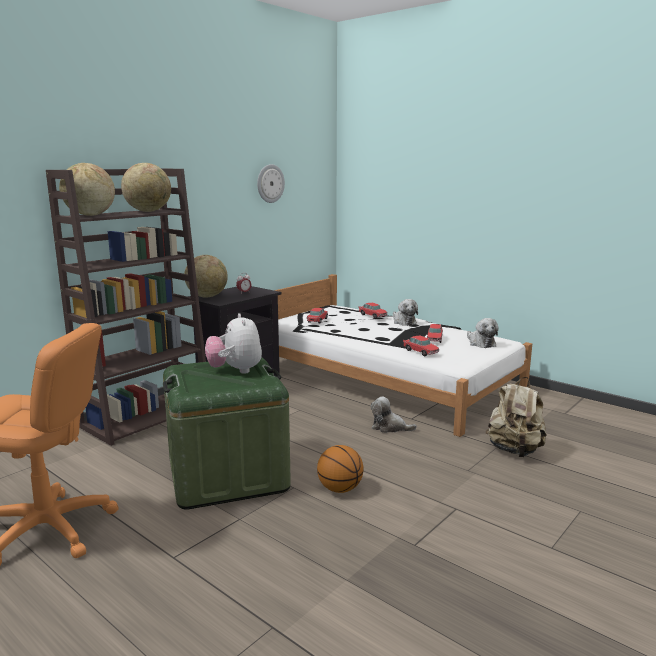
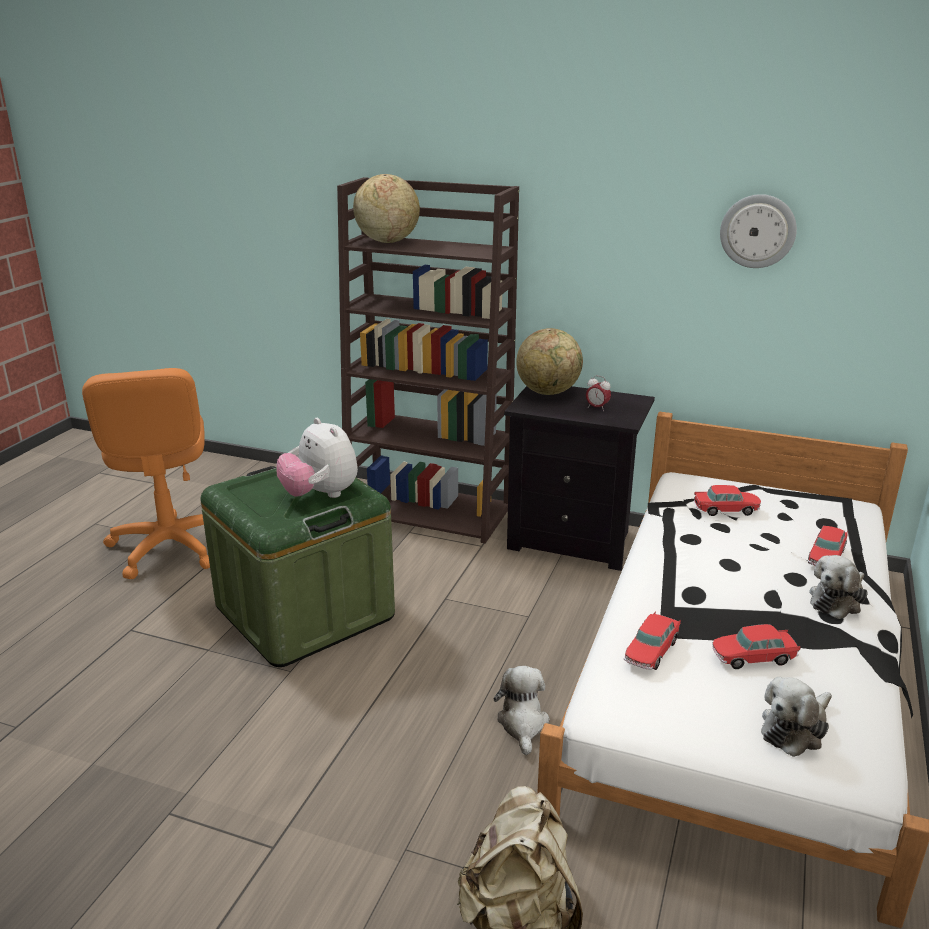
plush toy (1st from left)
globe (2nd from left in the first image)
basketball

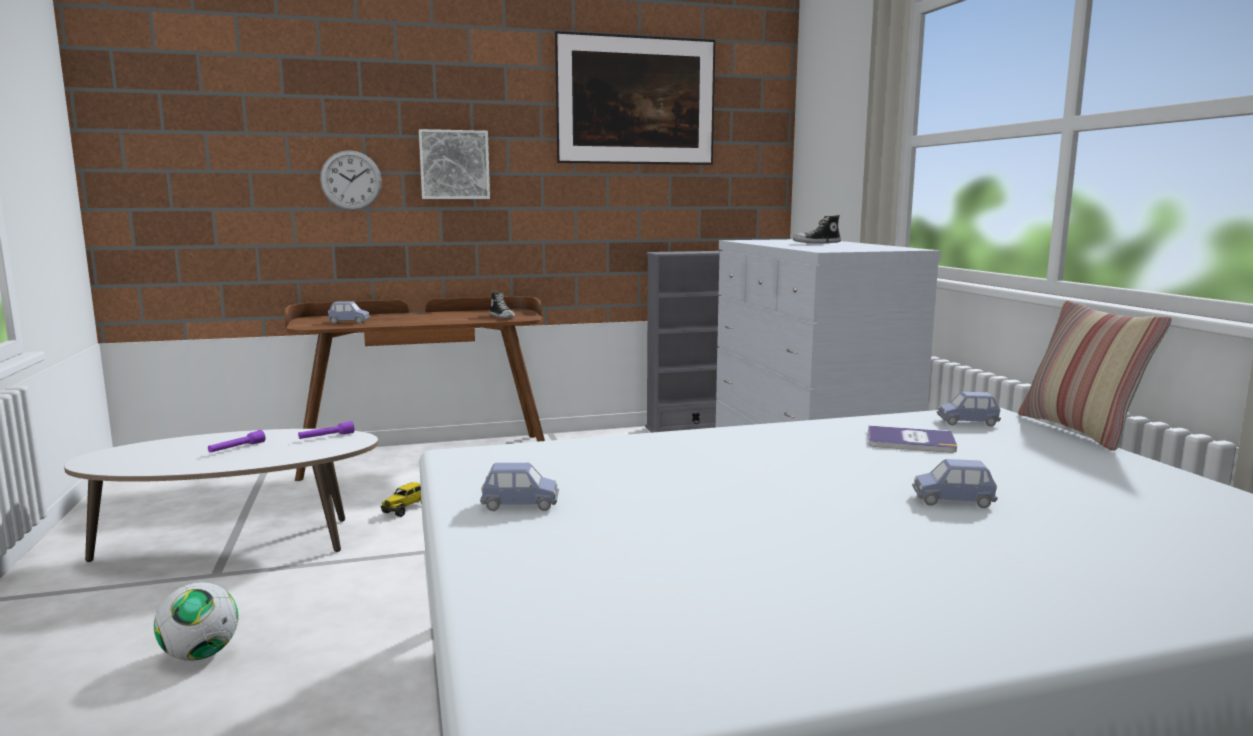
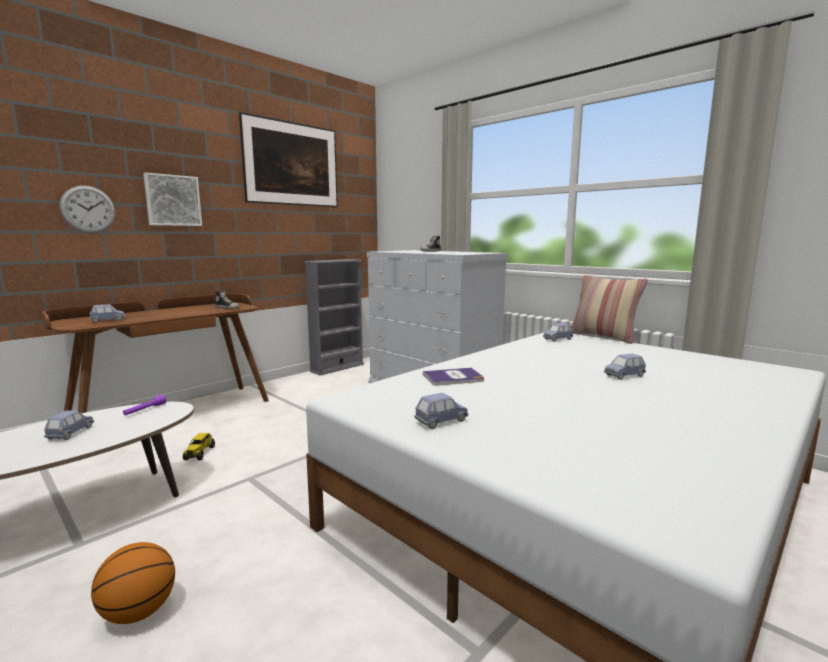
blue toy car (1st from left)
basketball
book

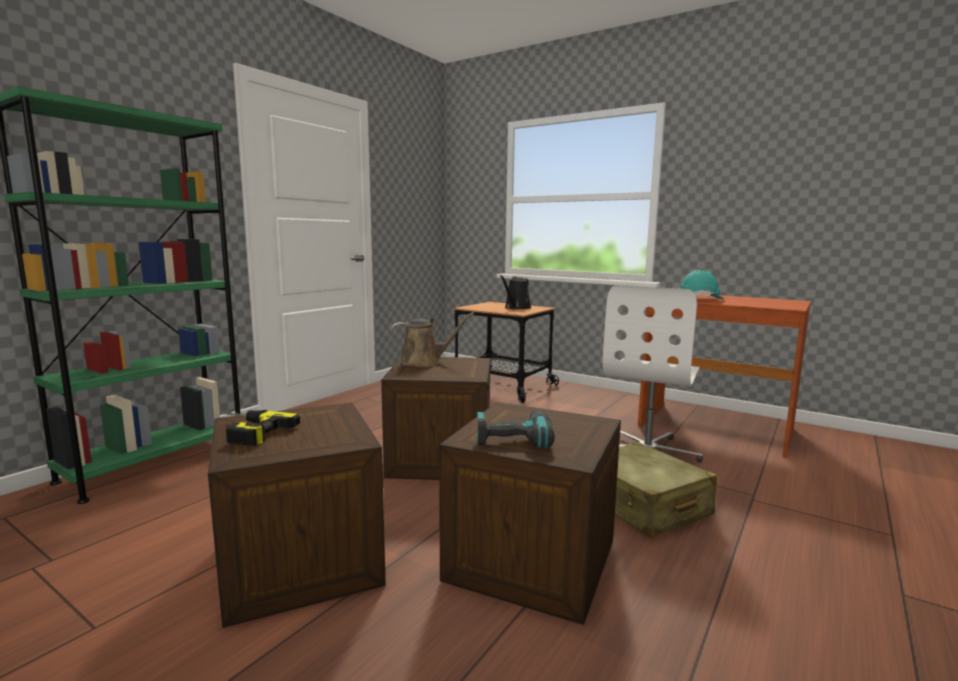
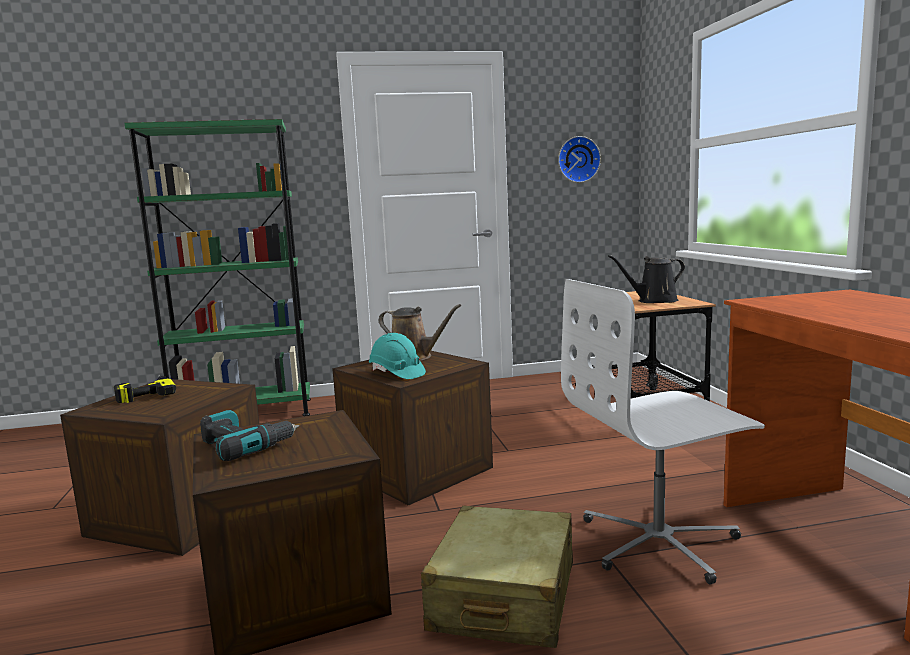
turquoise hard hat
wall clock

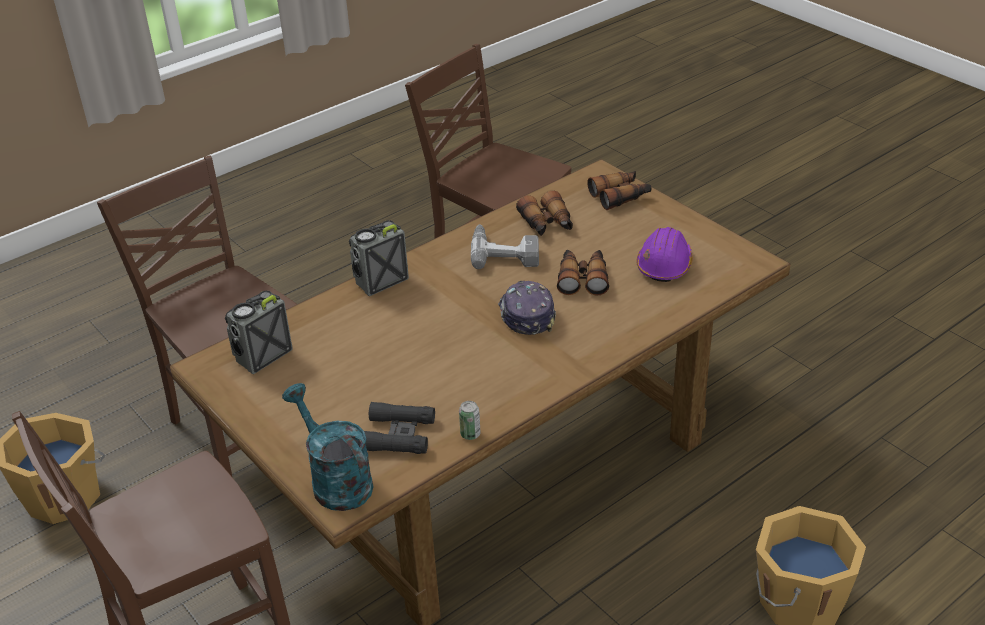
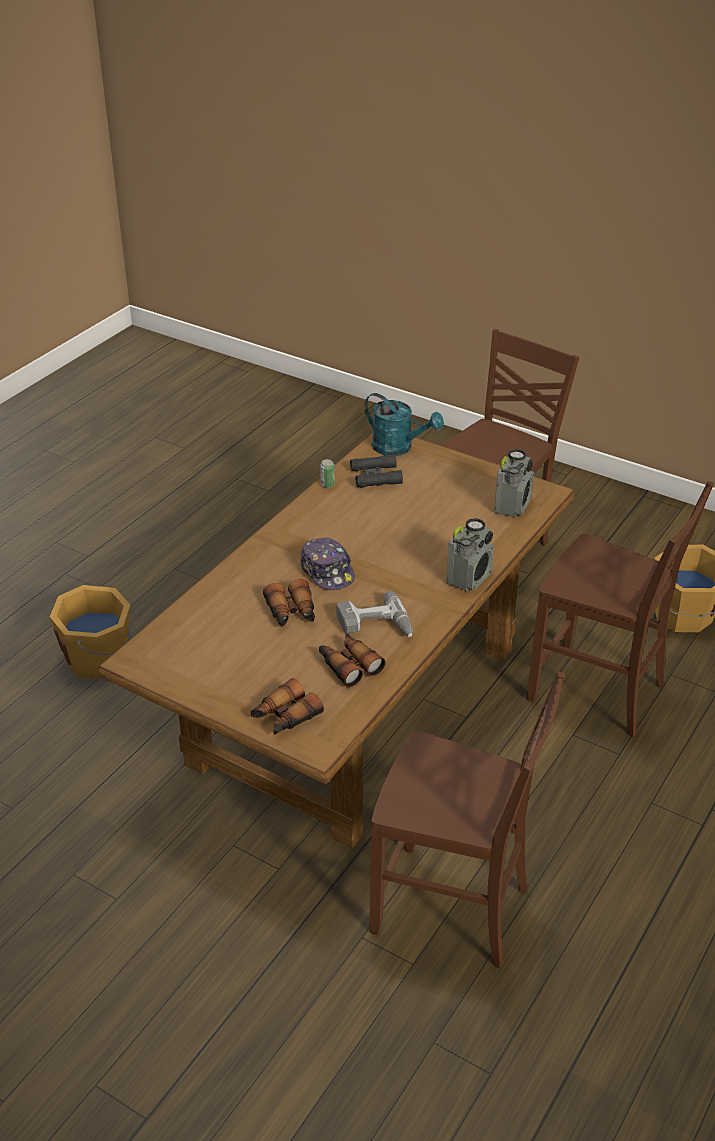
purple hard hat

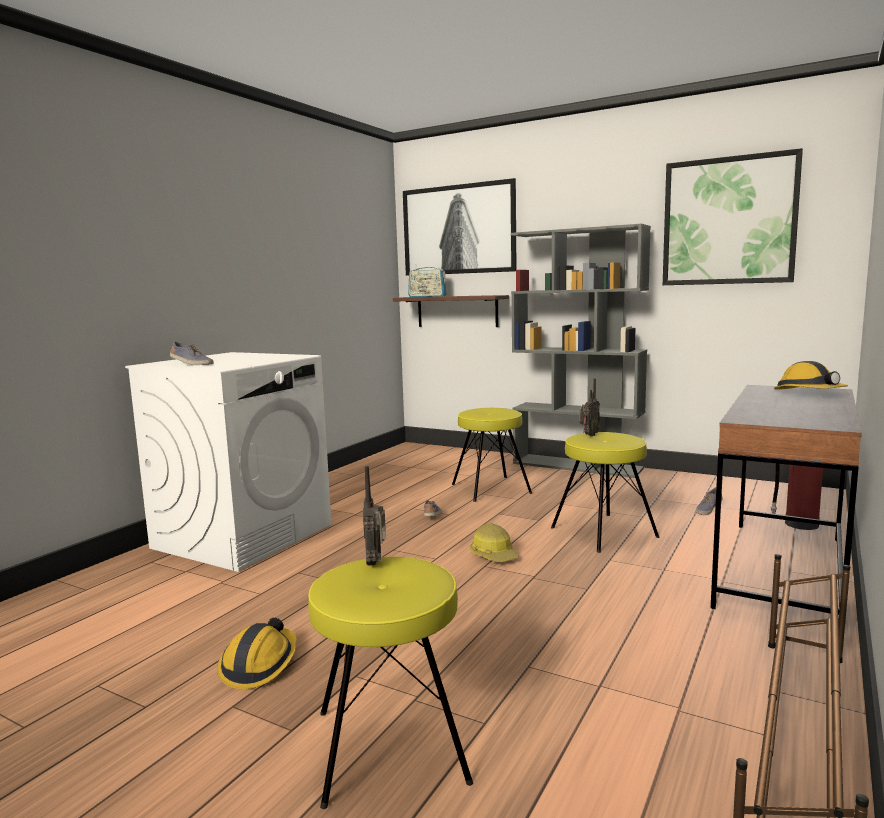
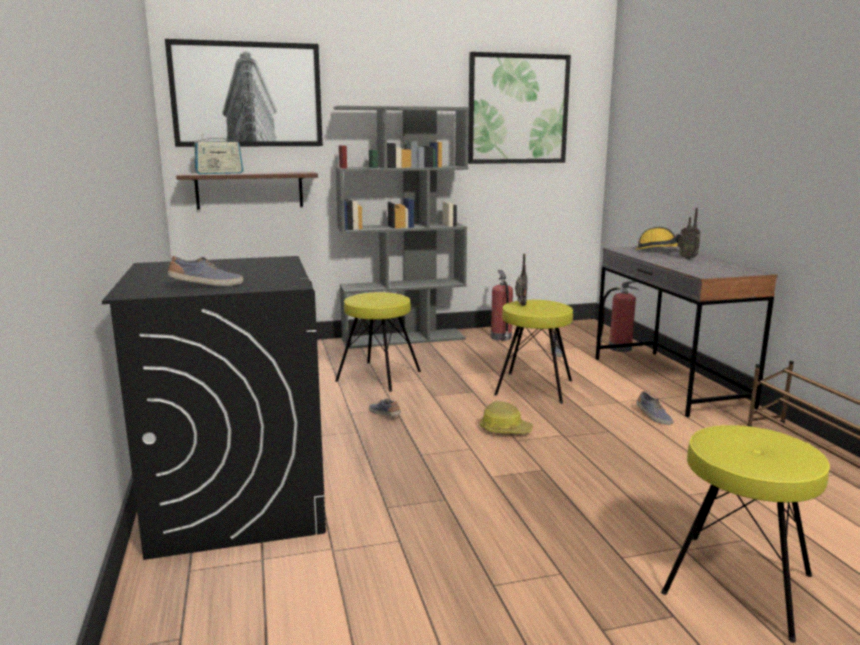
black washing machine
fire extinguisher (1st from left)
shoe (4th from left)
radio (3rd from left)
hard hat (1st from left in the first image)

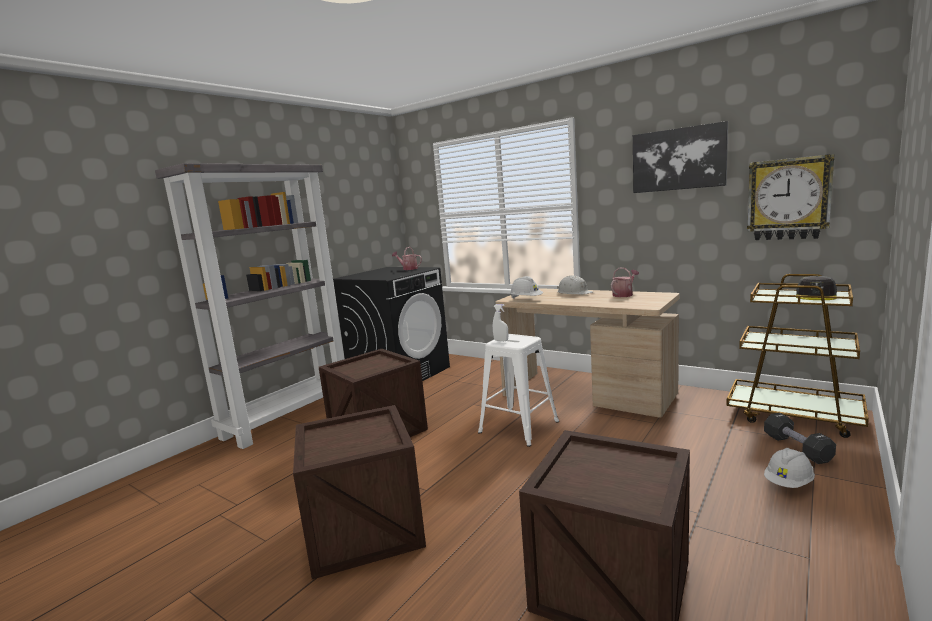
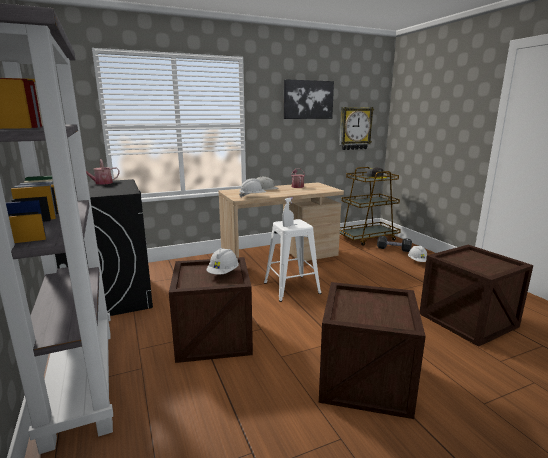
white hard hat (1st from left)

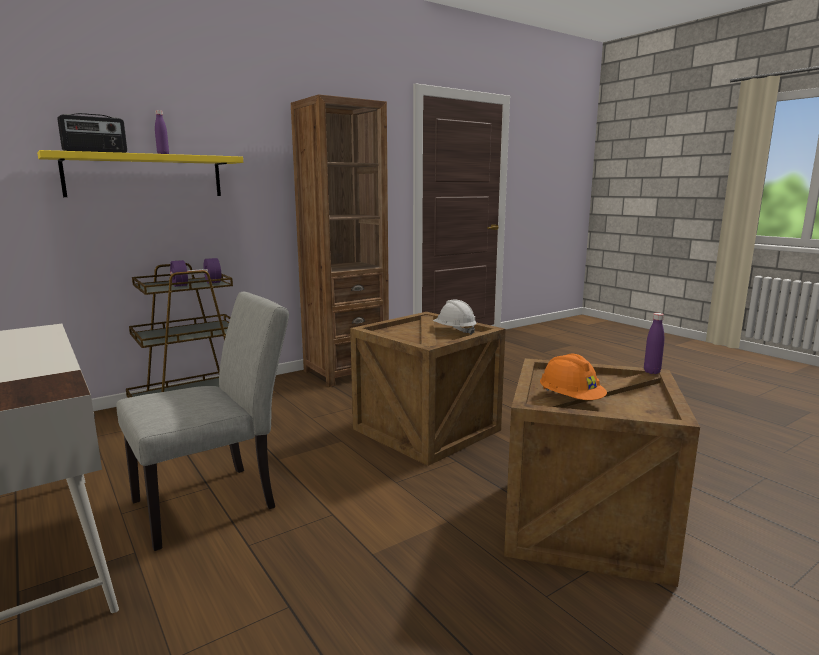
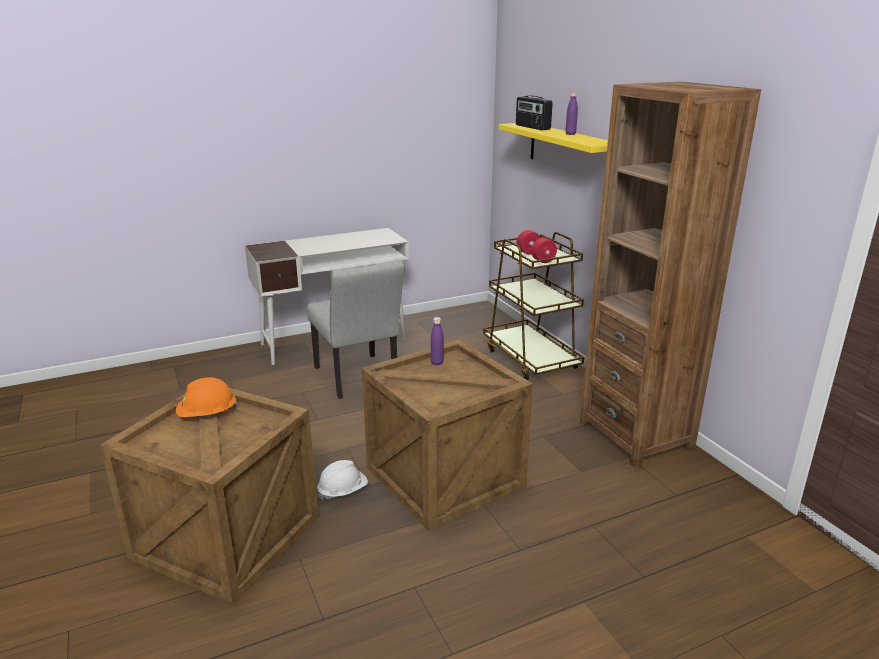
white hard hat
purple bottle (1st from left)
red dumbbell

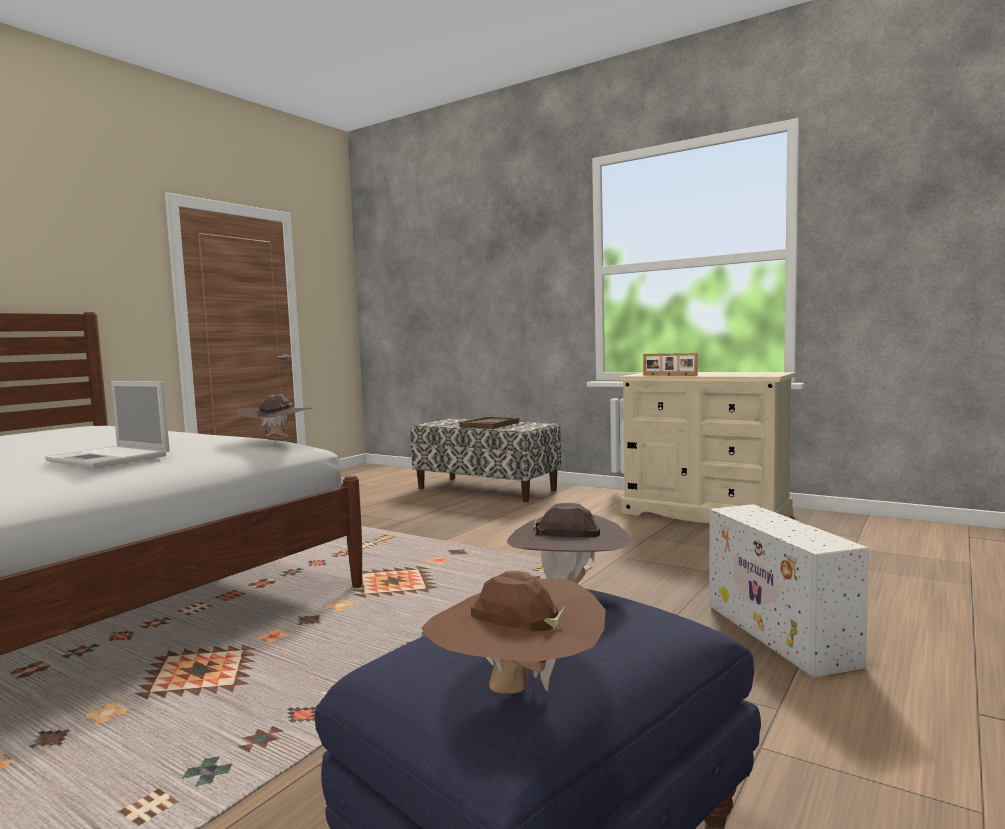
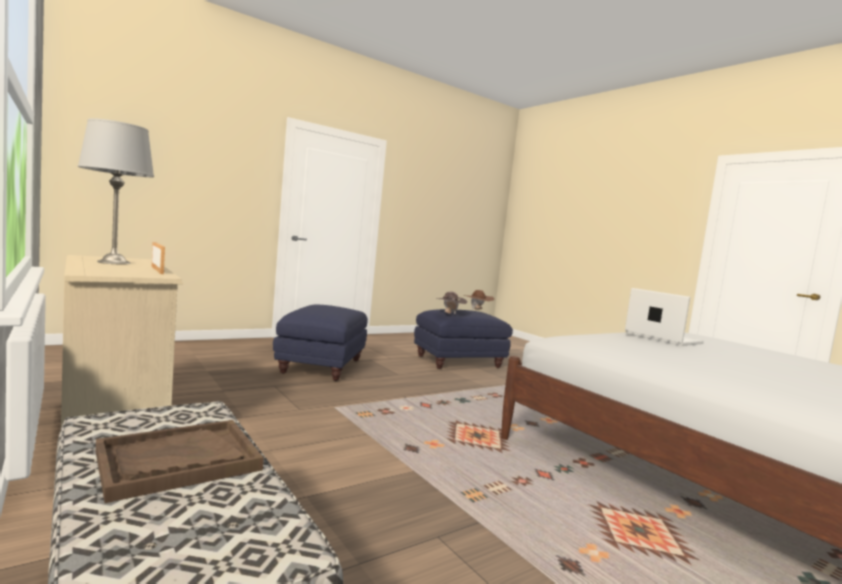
grey table lamp
blue ottoman (1st from left)
brown hat (1st from left in the first image)

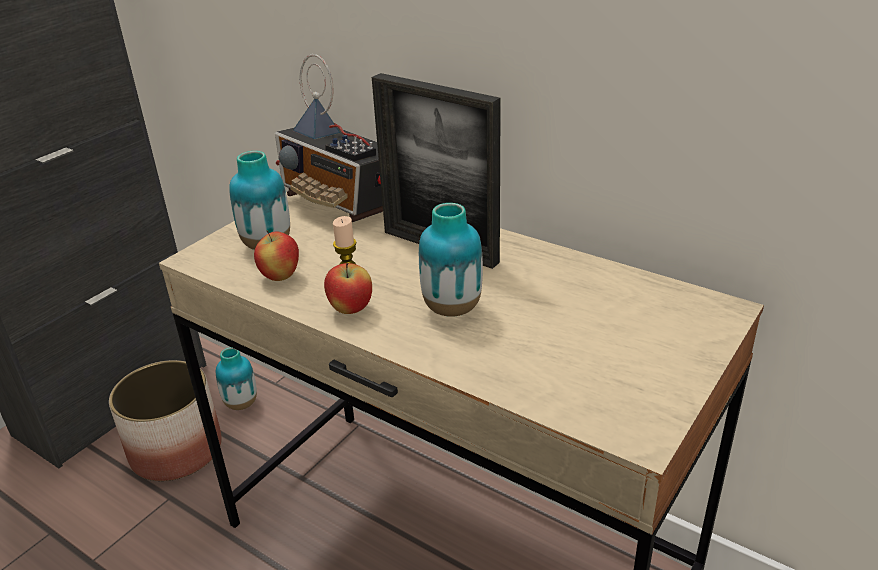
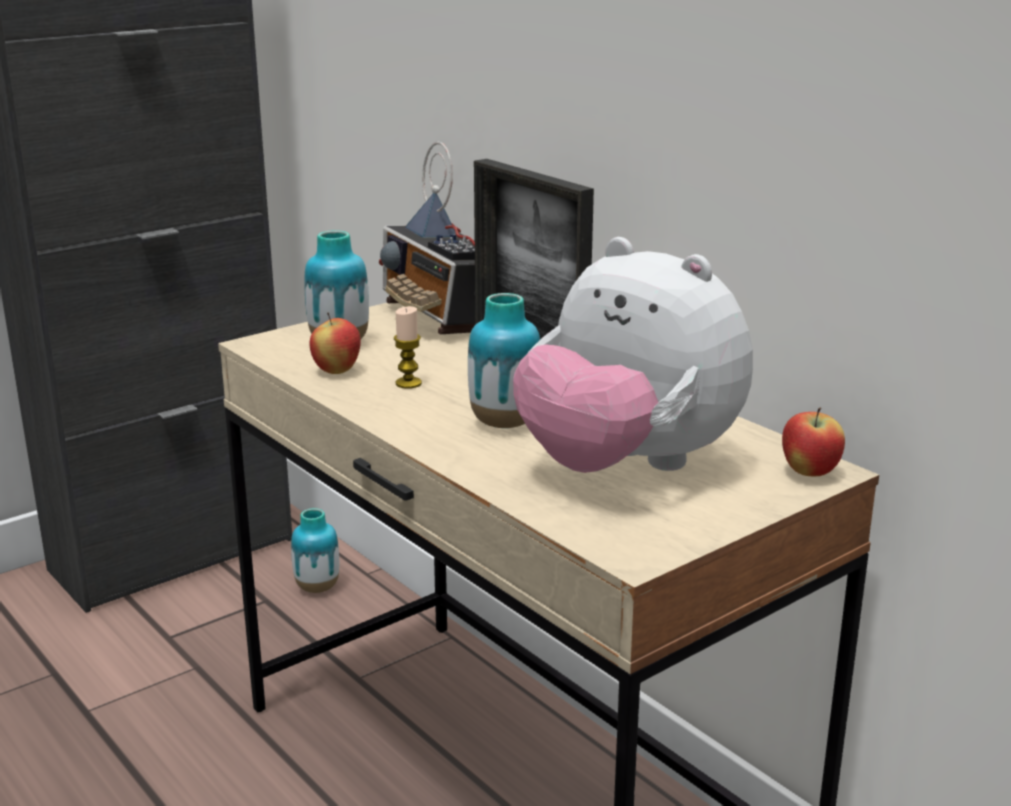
plush toy
apple (2nd from left)
planter

